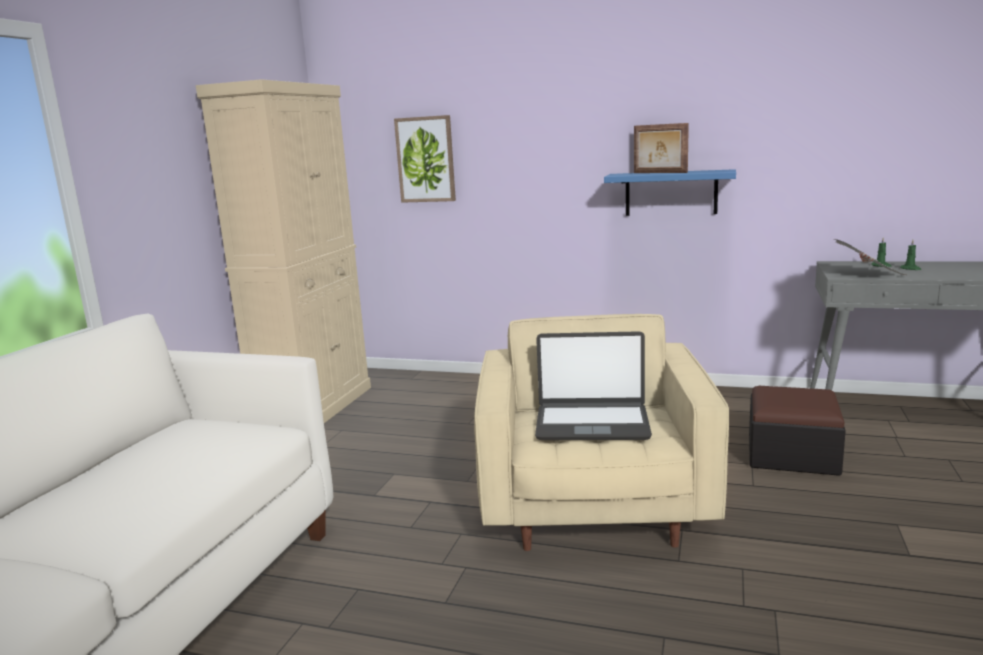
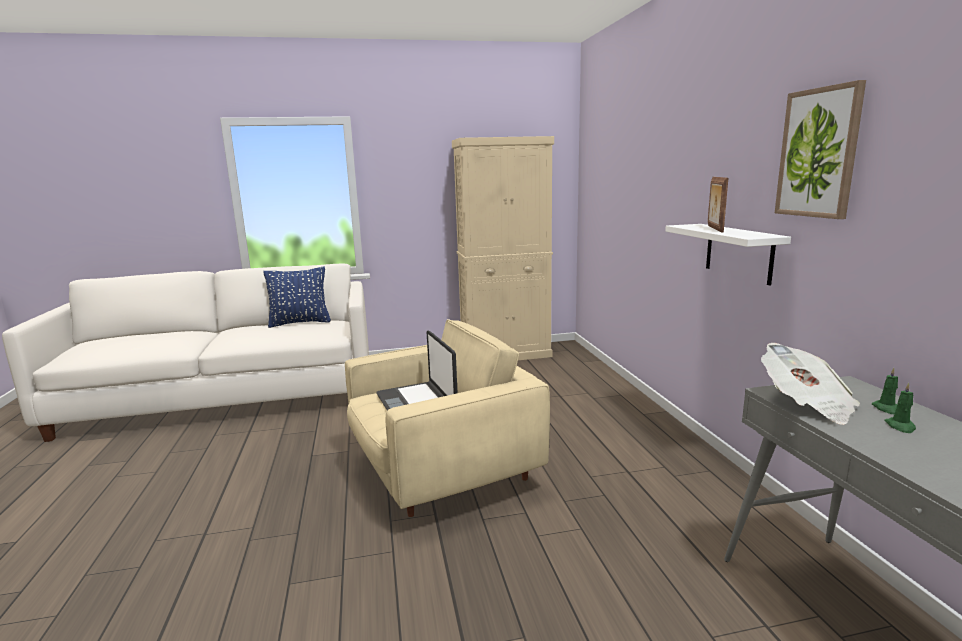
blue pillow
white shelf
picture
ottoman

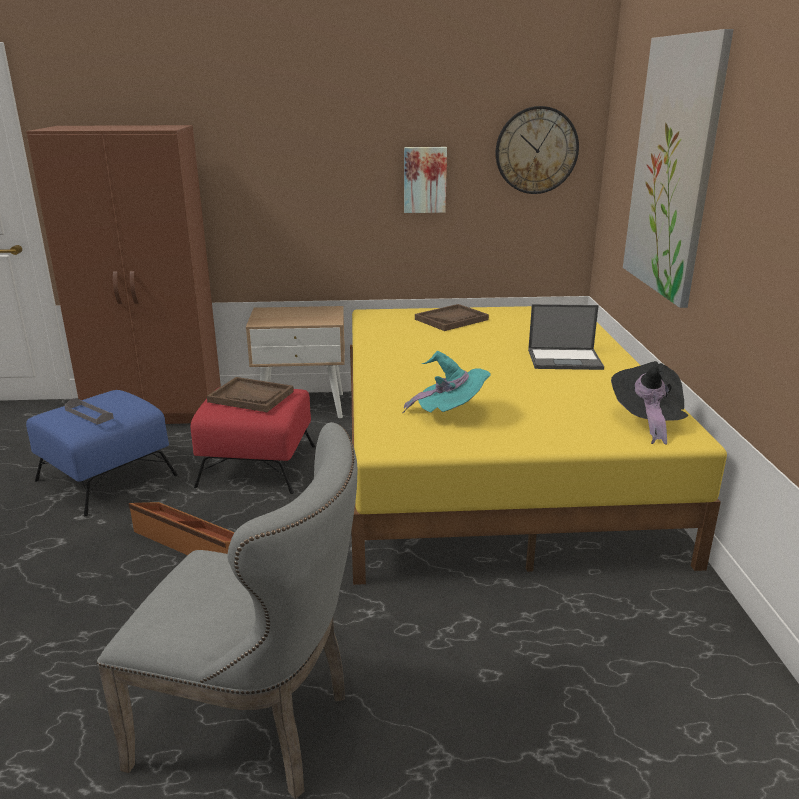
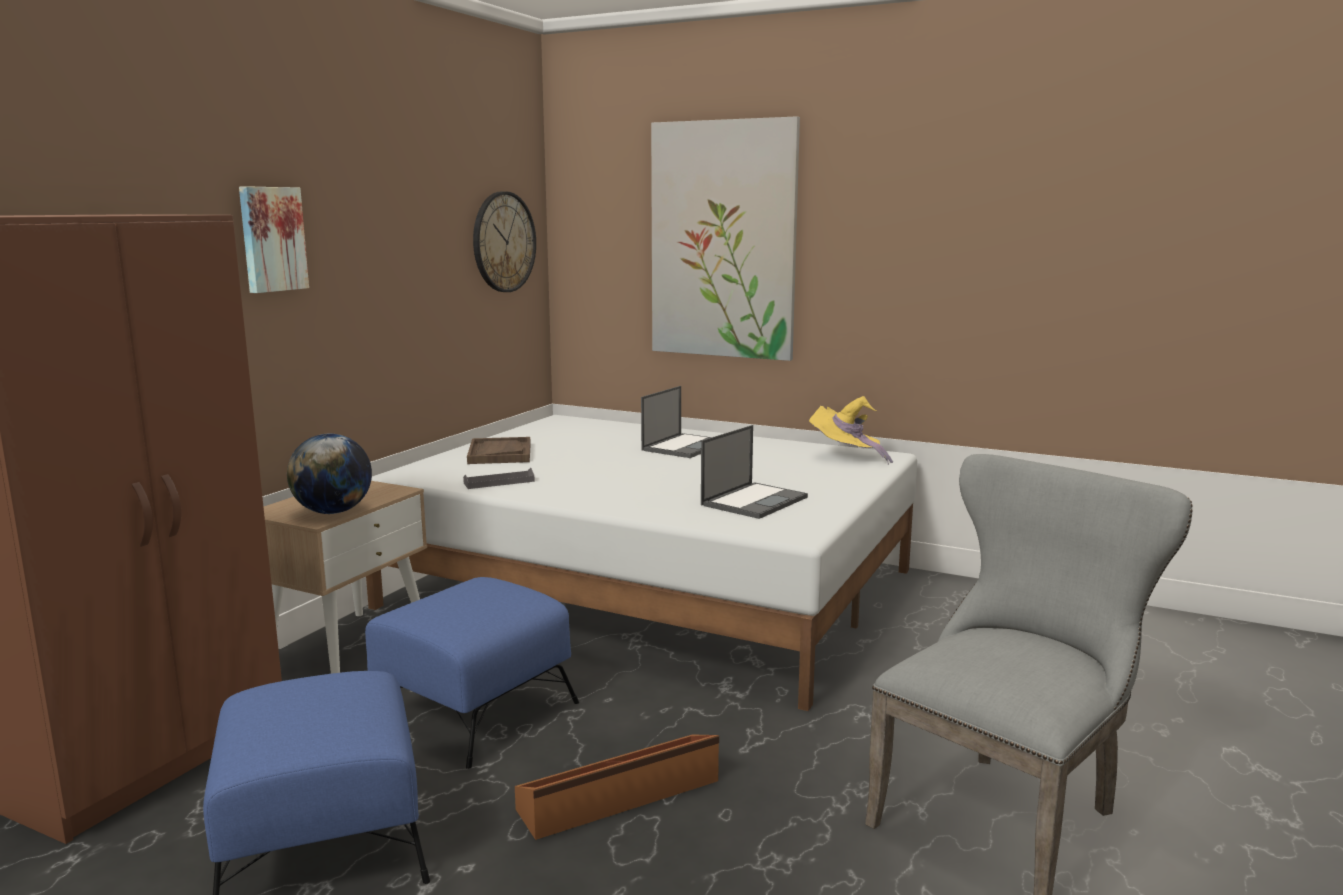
picture (1st from left)
globe
blue ottoman (2nd from left)
white bed
grey tray
laptop (2nd from left)
yellow hat
brown tray (1st from left in the first image)

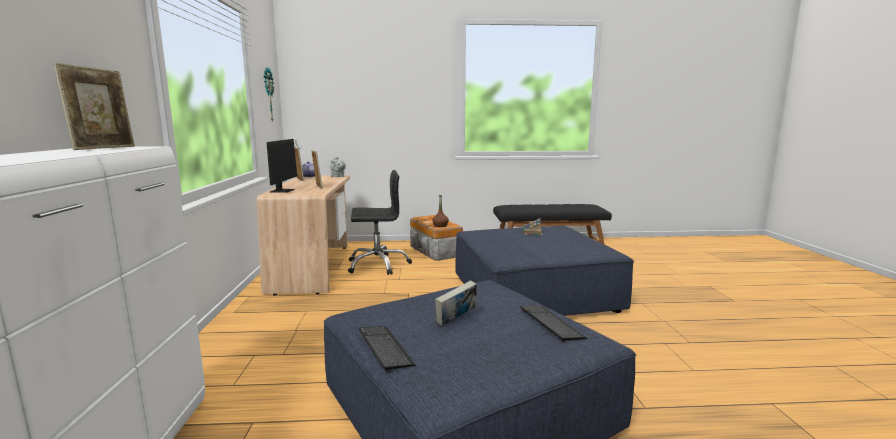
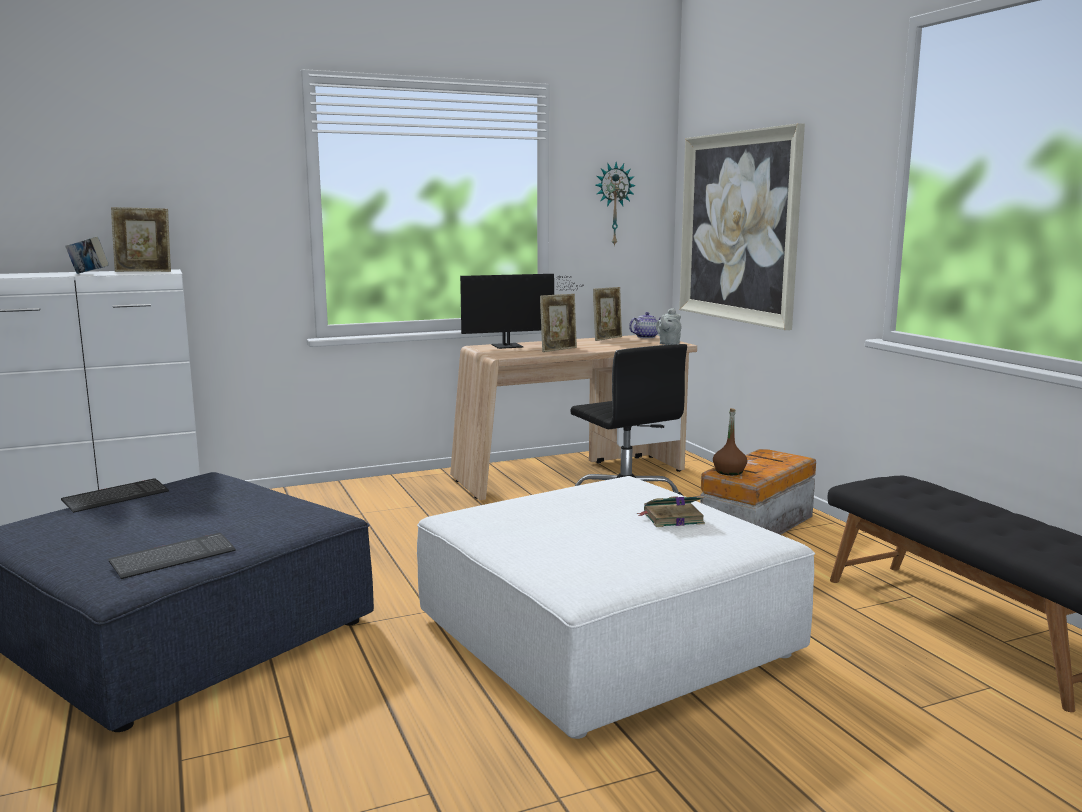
book (1st from left)
white ottoman
picture

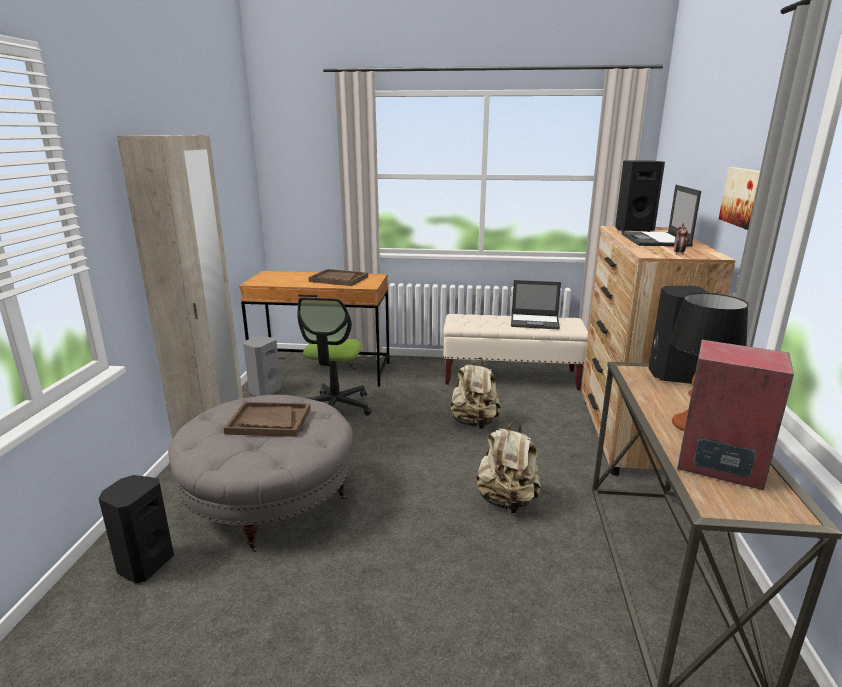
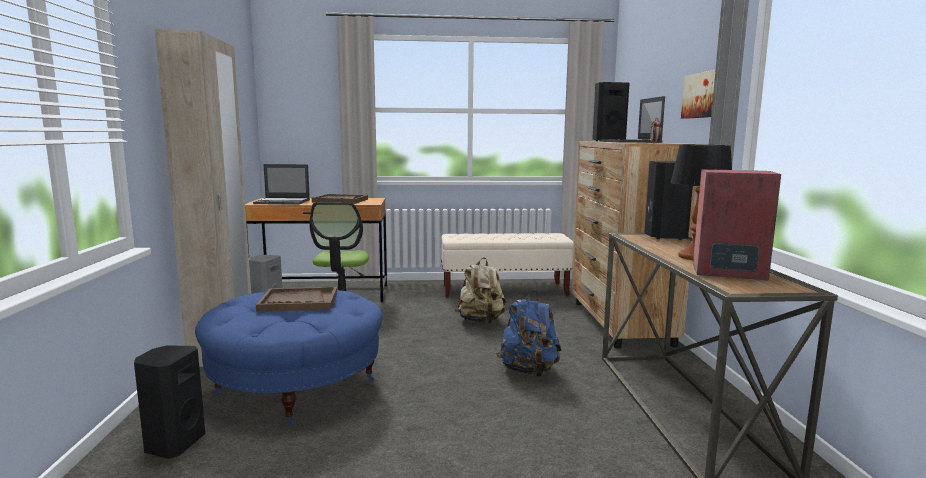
blue ottoman
laptop (1st from left)
blue backpack

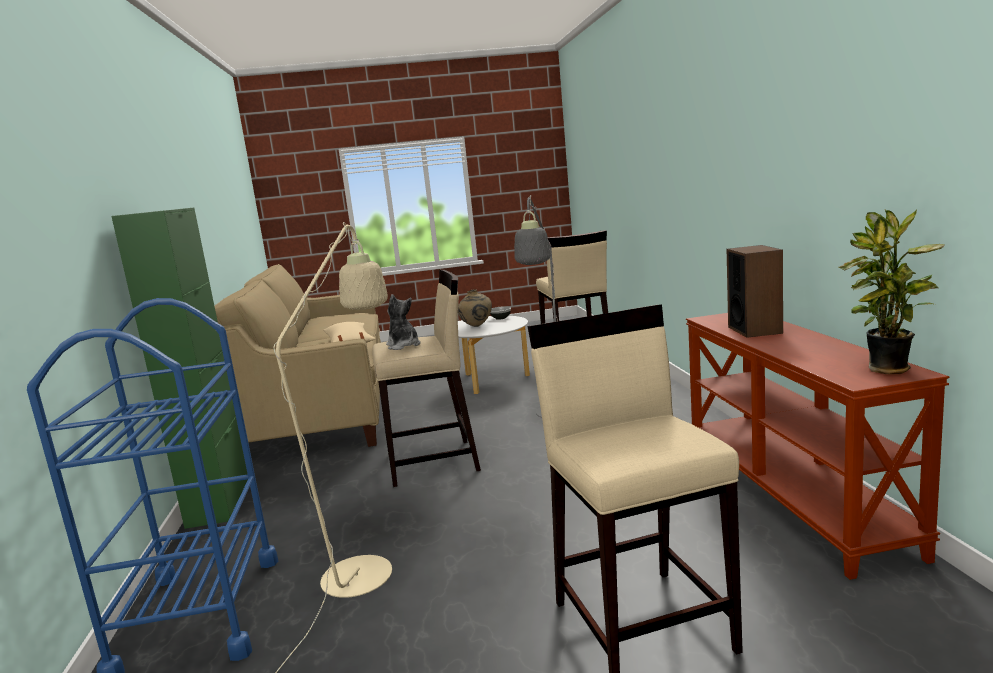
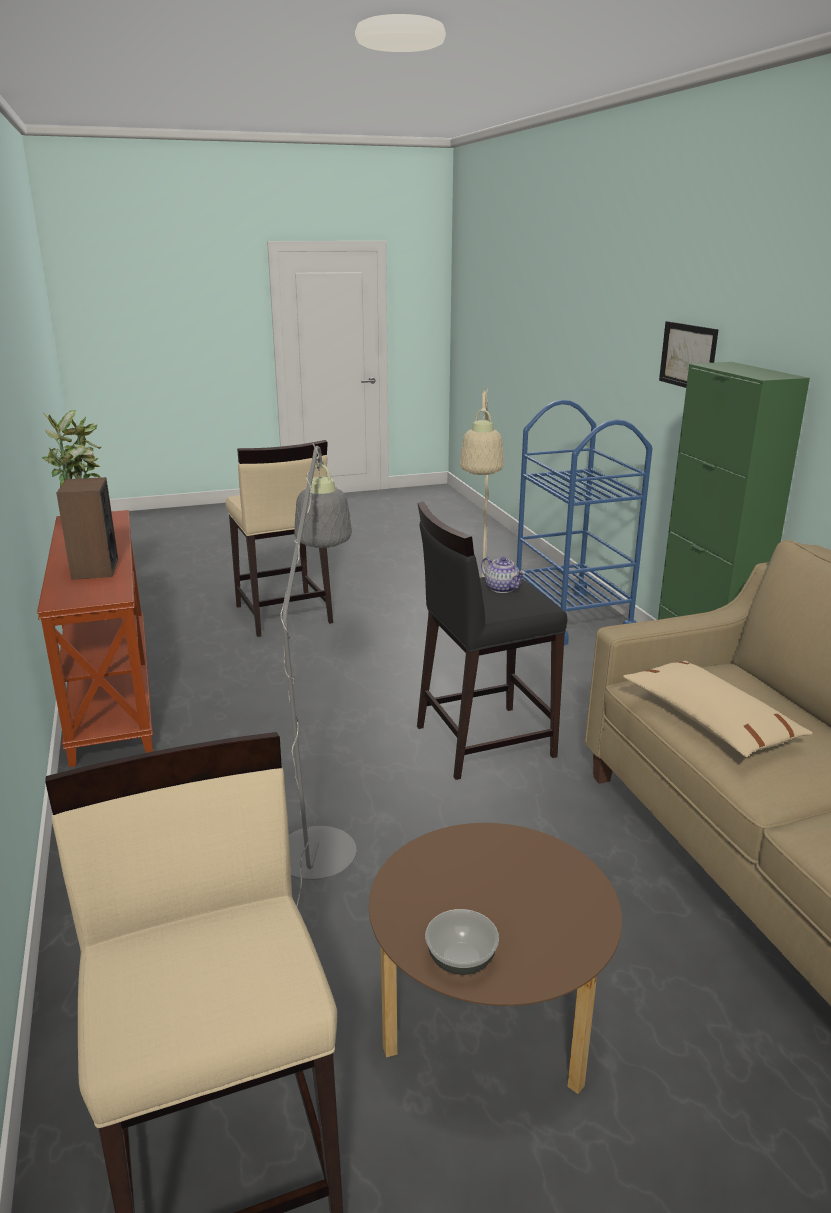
brown coffee table
black stool
teapot
picture
beige vase

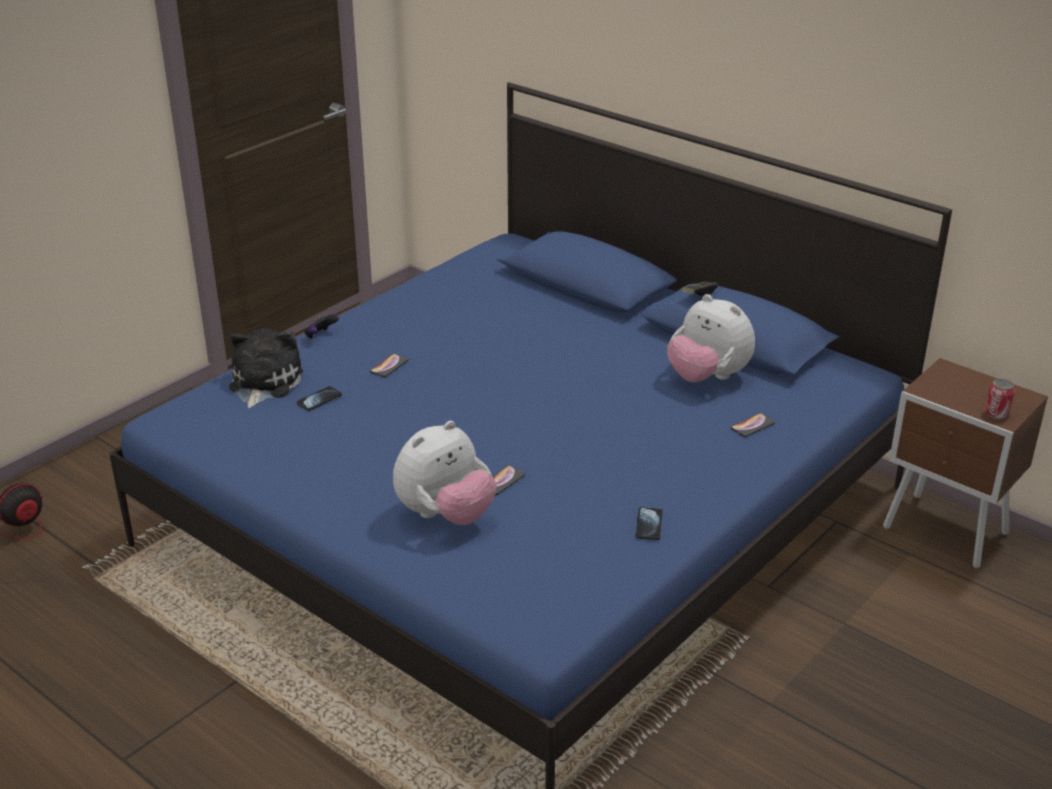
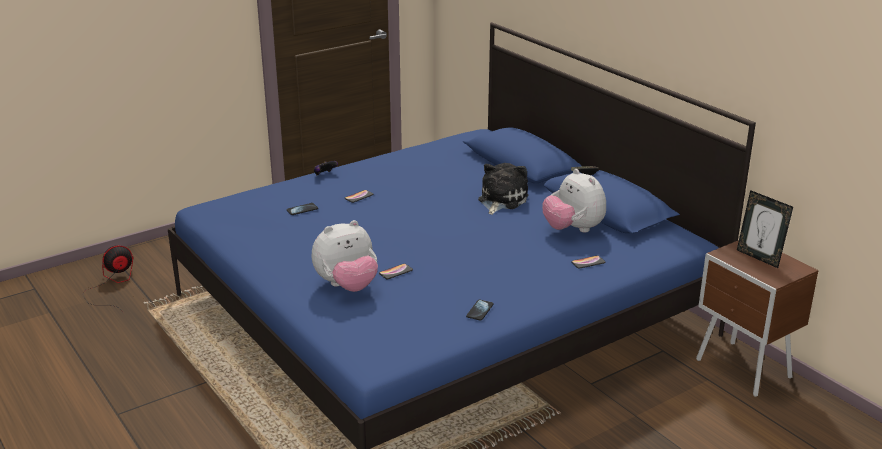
plush toy (2nd from left)
picture frame
can

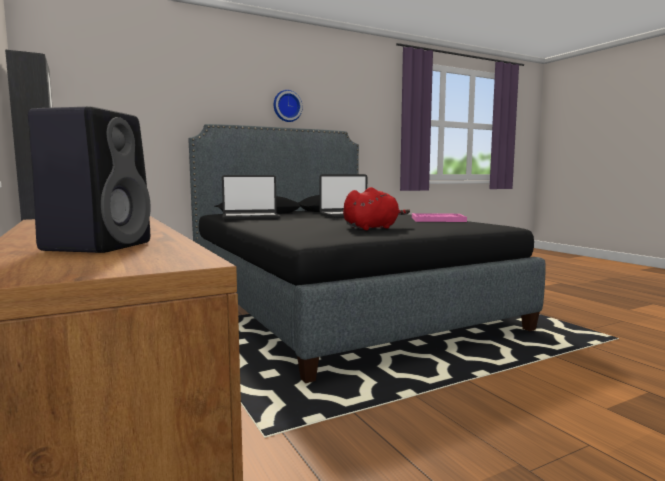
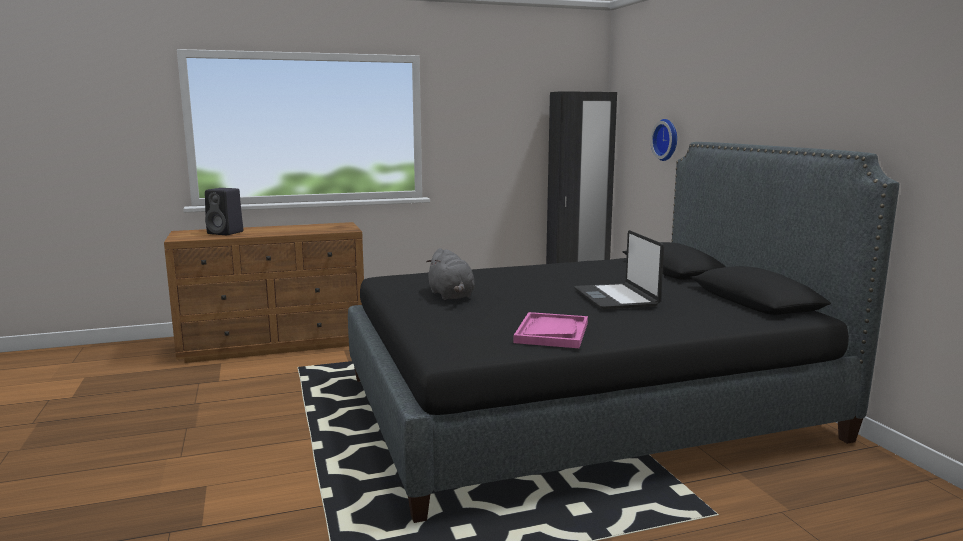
grey plush toy
wall clock
laptop (1st from left in the first image)

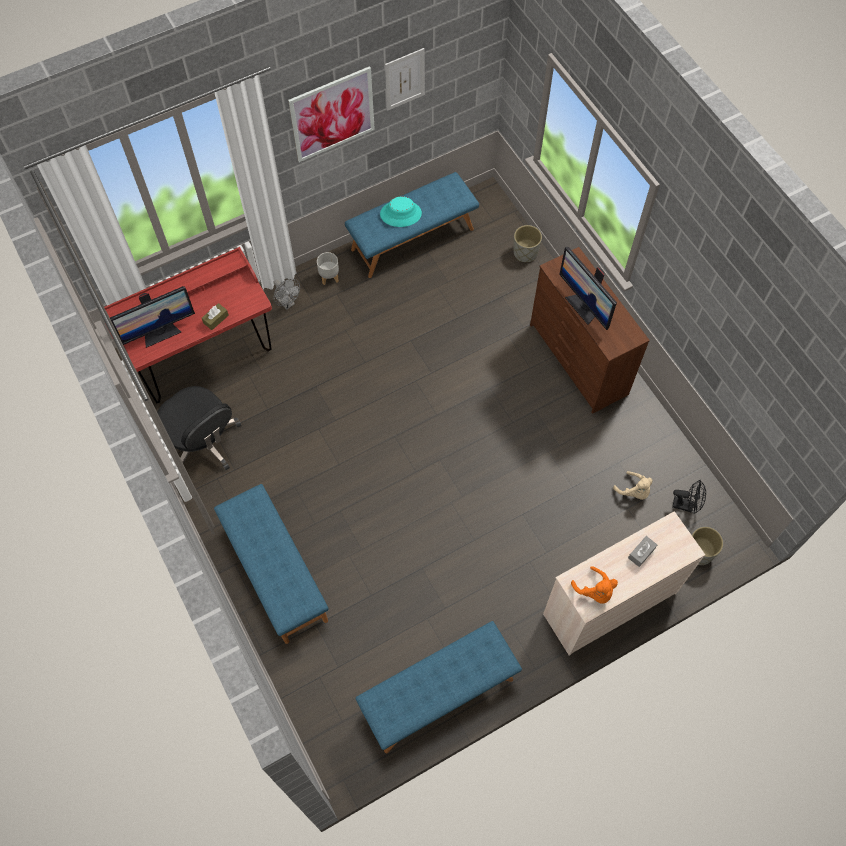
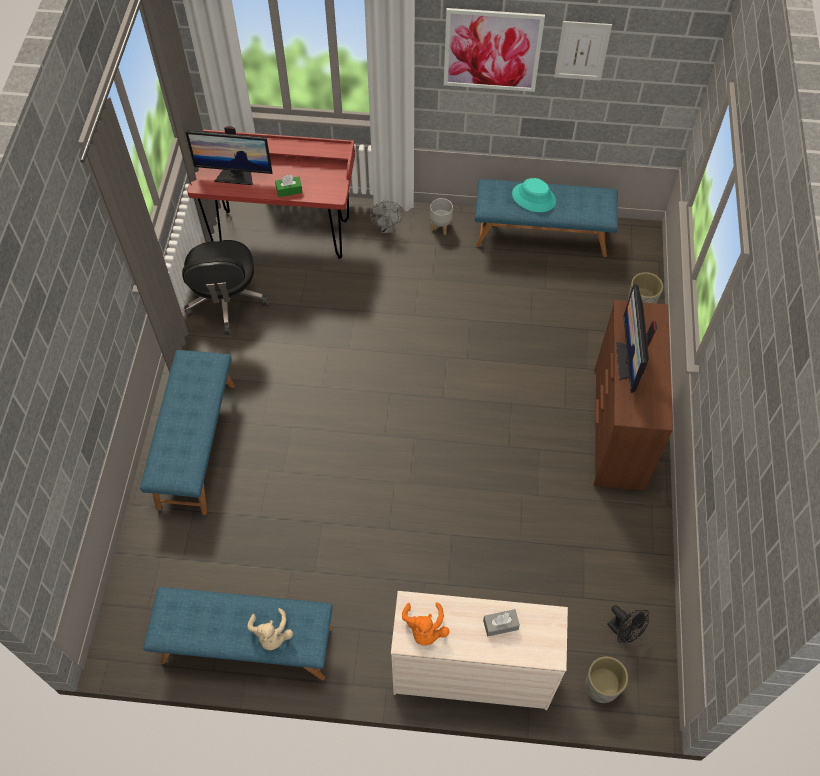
beige plush toy
green tissue box

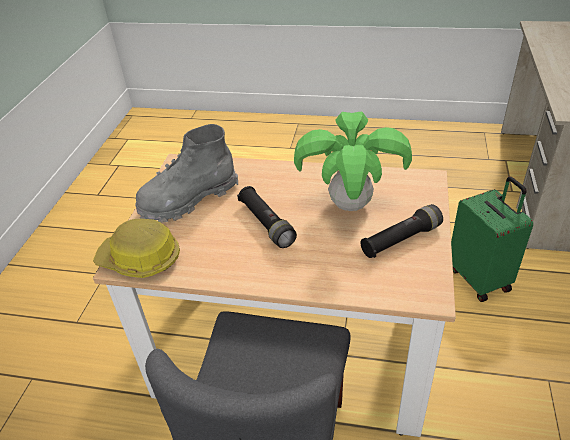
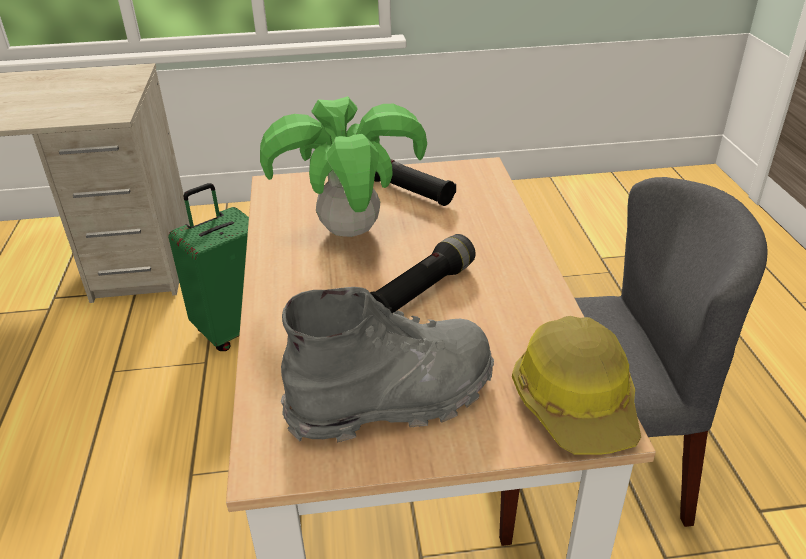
grey boot

